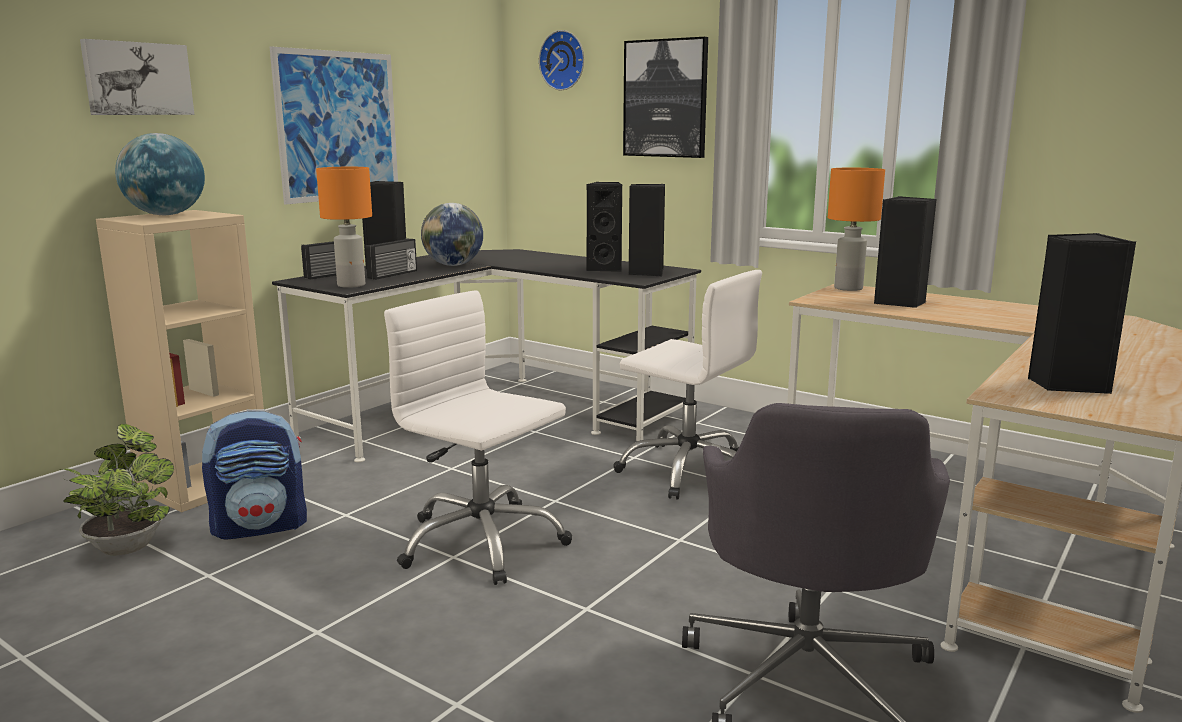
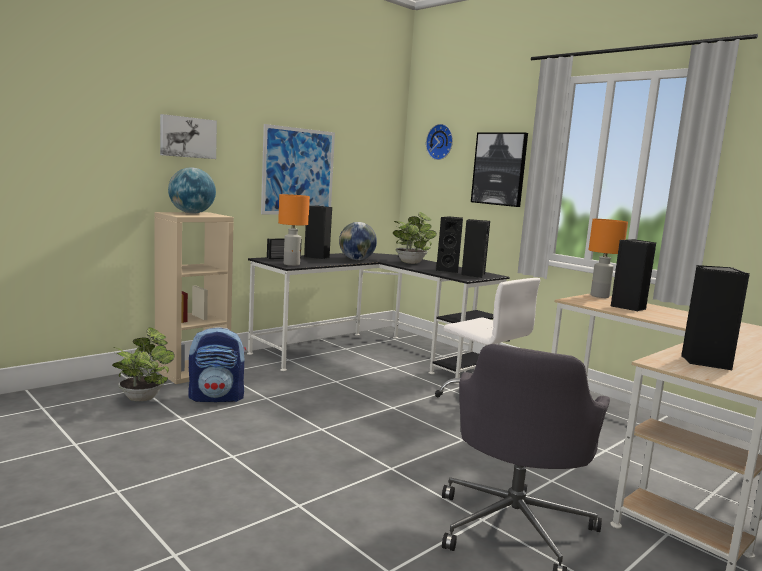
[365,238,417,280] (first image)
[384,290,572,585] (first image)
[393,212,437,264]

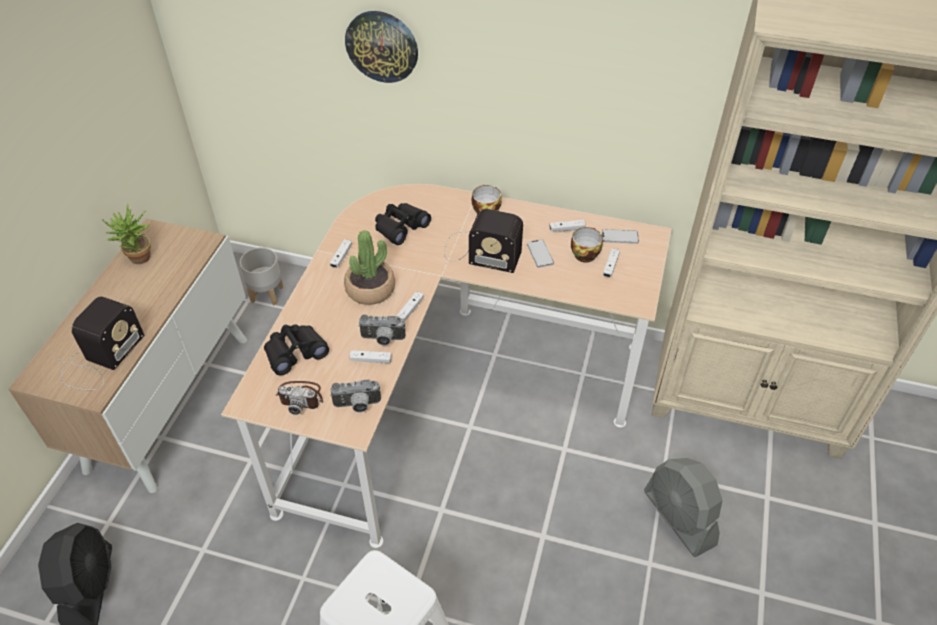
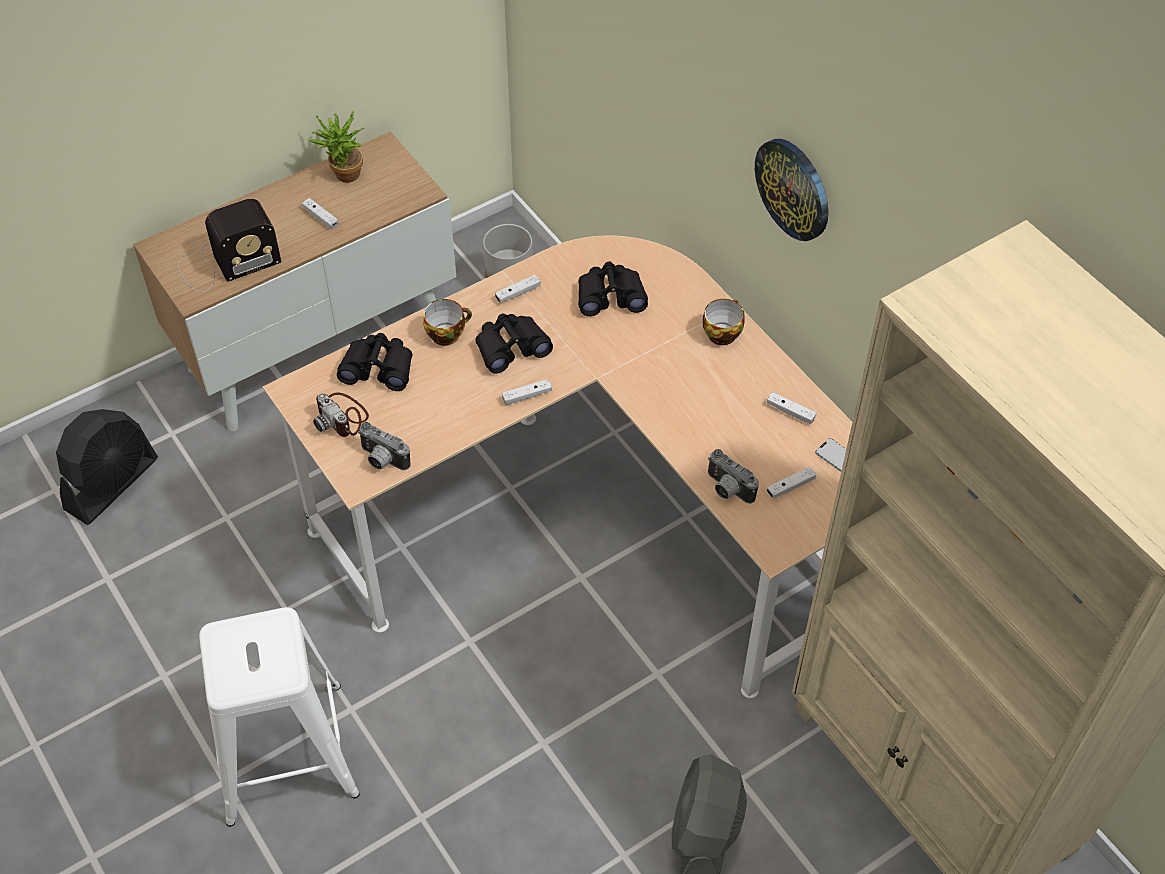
[475,313,553,374]
[755,139,828,241]
[302,198,338,229]
[708,449,759,504]
[444,209,523,273] (first image)
[527,239,554,268] (first image)
[423,299,472,346]

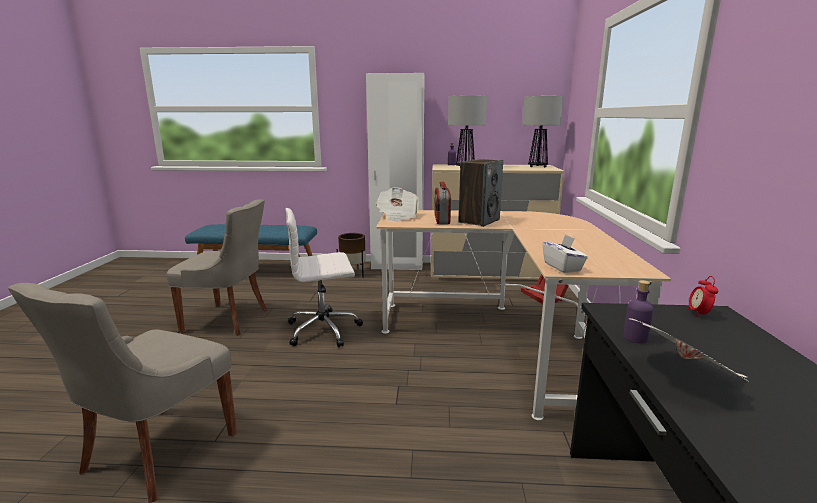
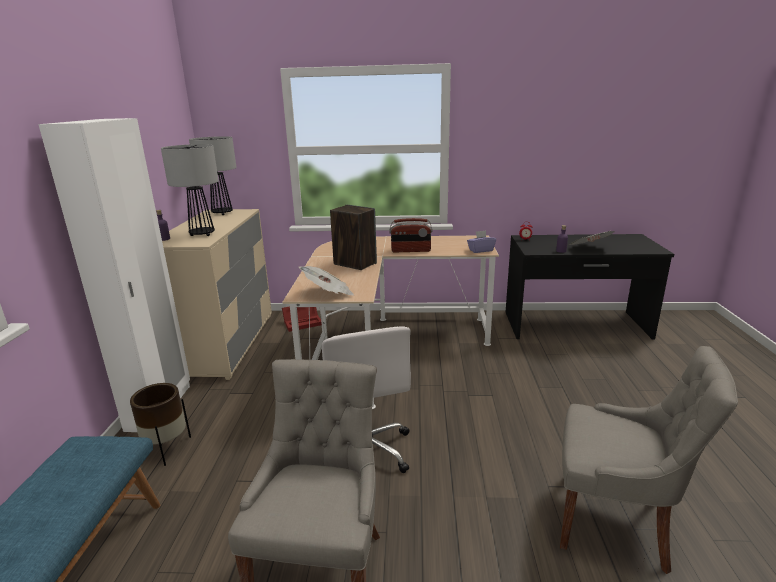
[390,218,432,252]
[467,230,496,253]

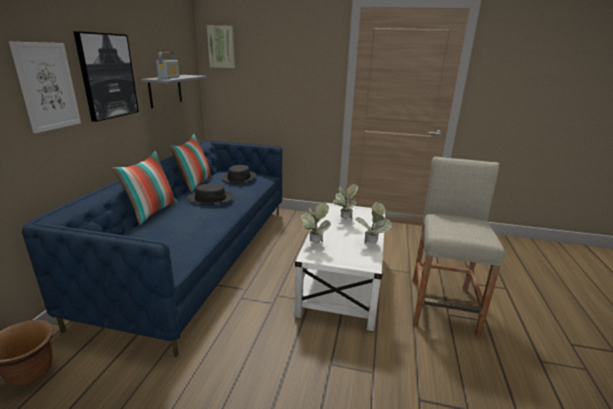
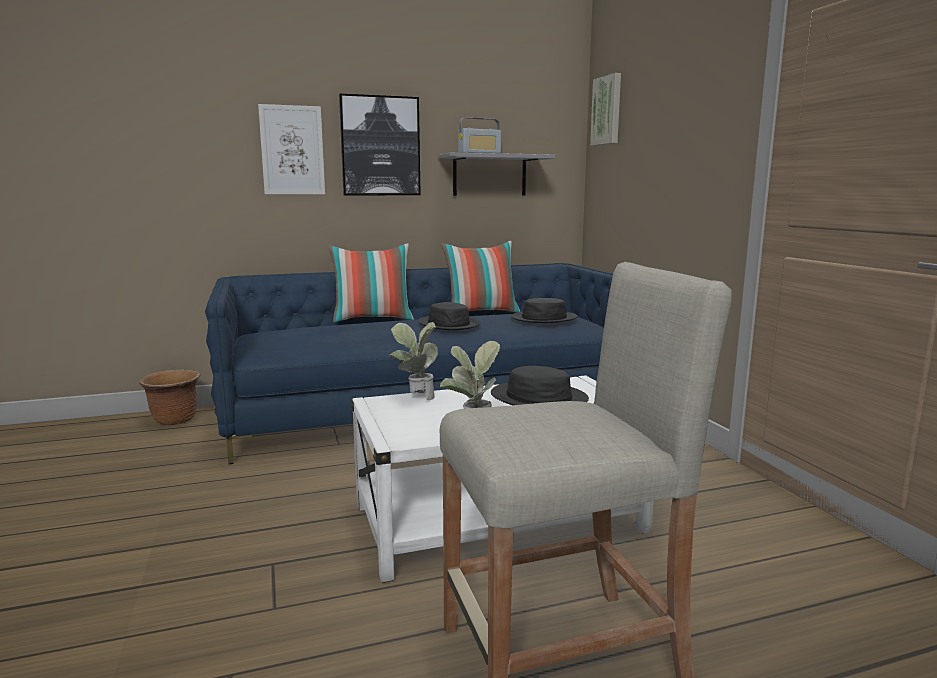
[491,366,589,405]

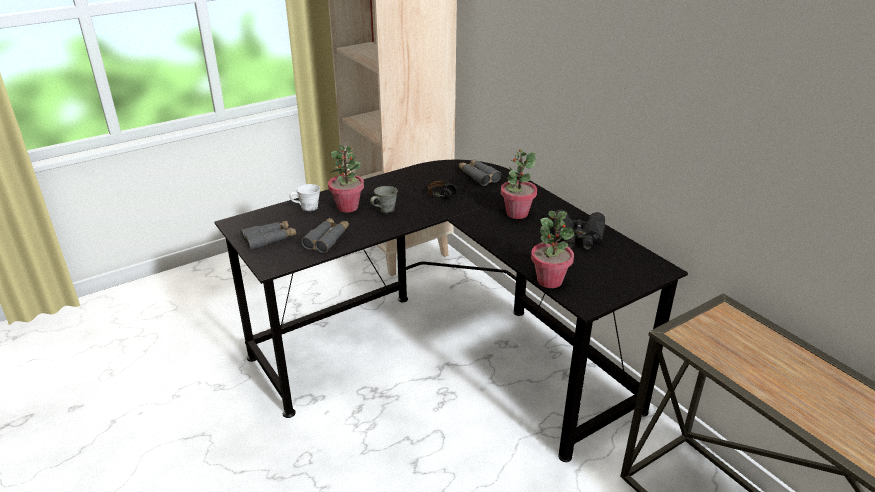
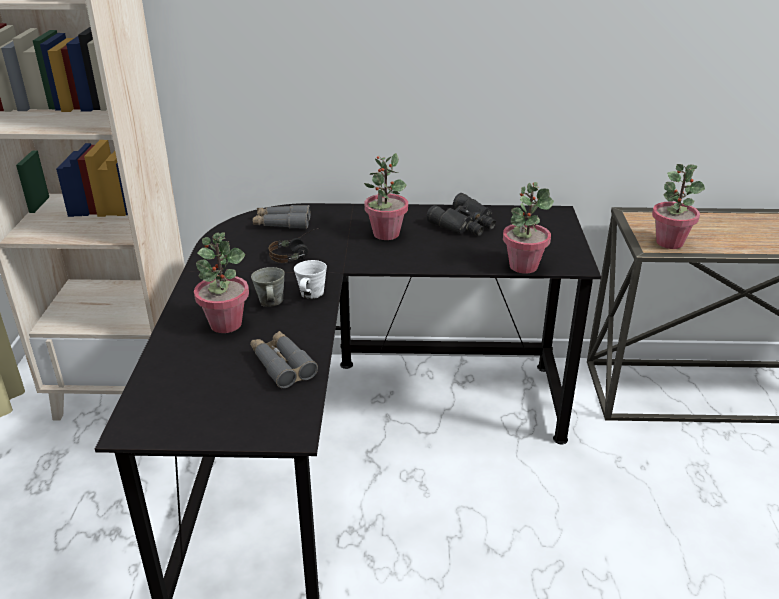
[241,220,296,251] (first image)
[294,260,327,299]
[652,164,705,249]

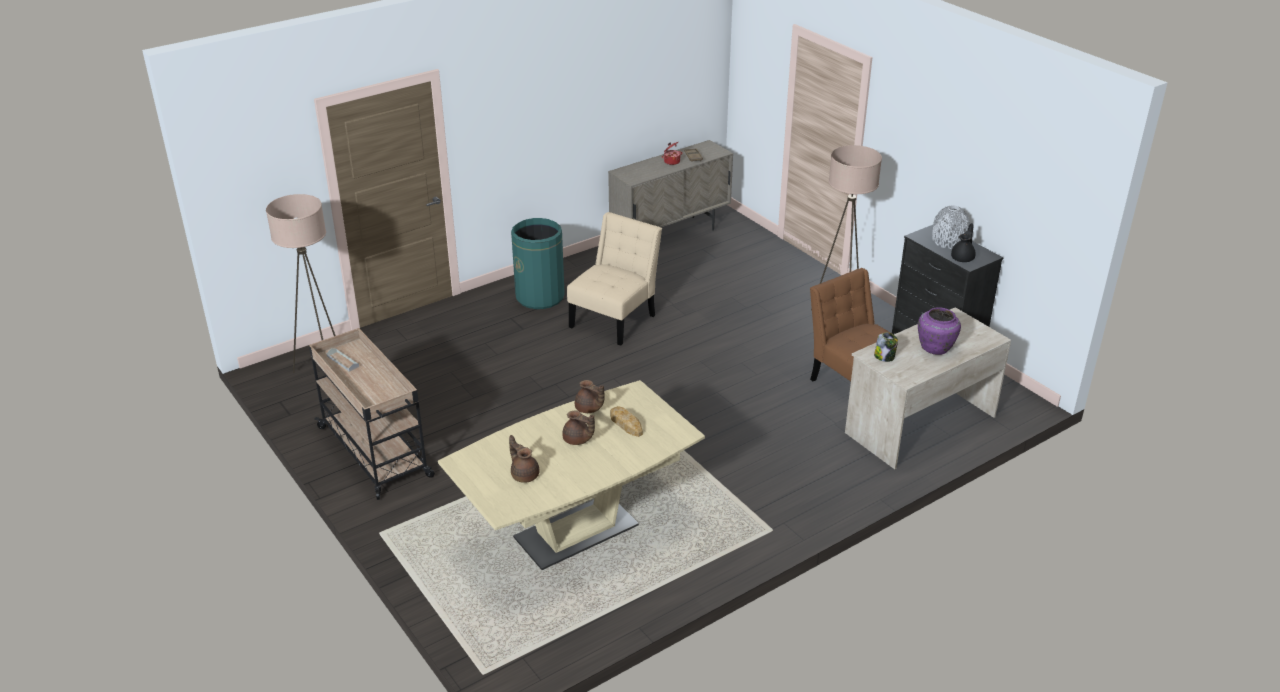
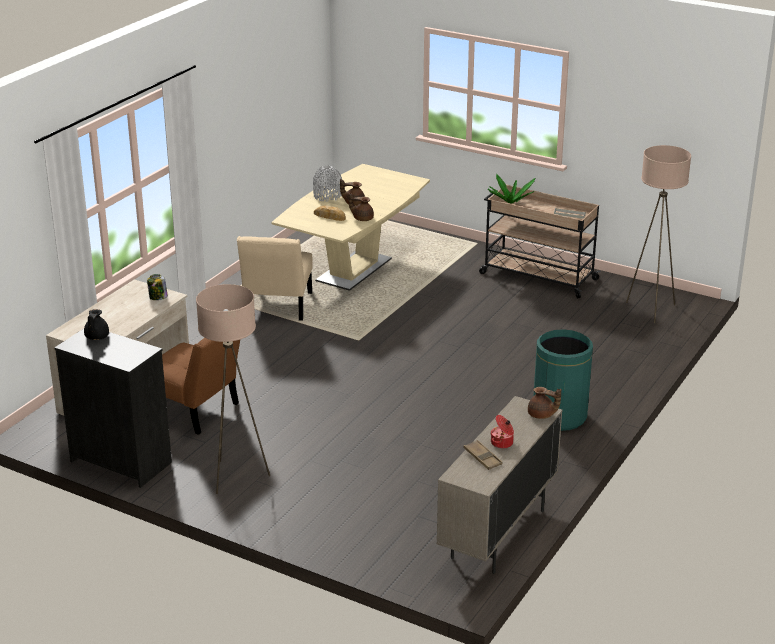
[528,387,561,419]
[237,236,313,321]
[918,307,961,355] (first image)
[313,165,342,202]
[488,174,535,204]

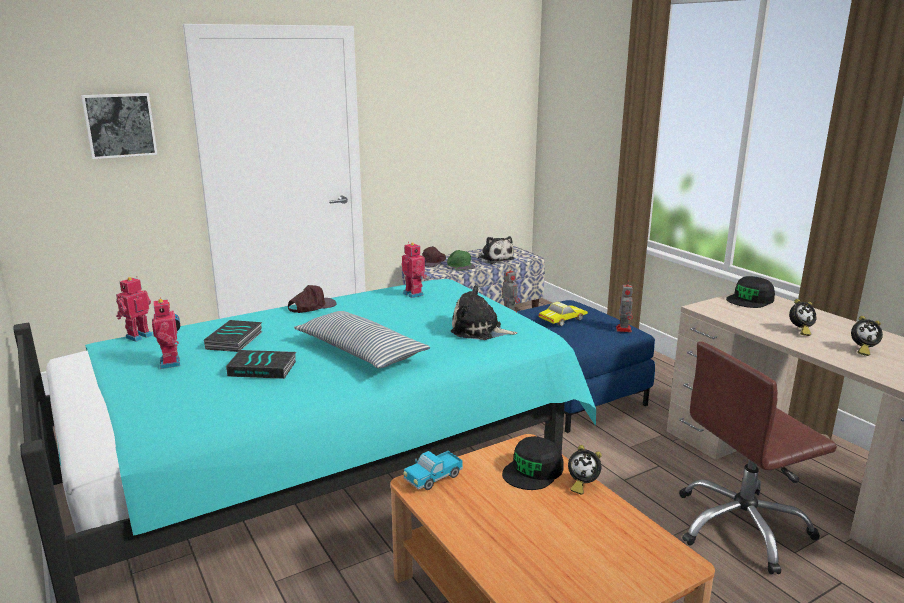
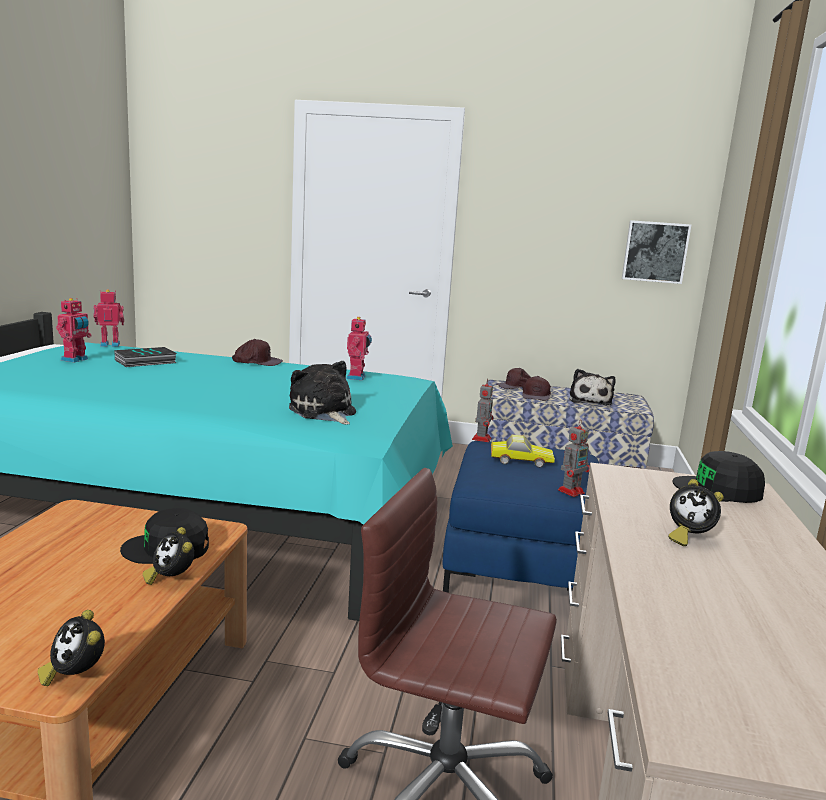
[622,220,691,284]
[226,350,296,379] (first image)
[294,311,430,368] (first image)
[403,451,463,490] (first image)
[522,376,551,401]
[38,610,105,686]

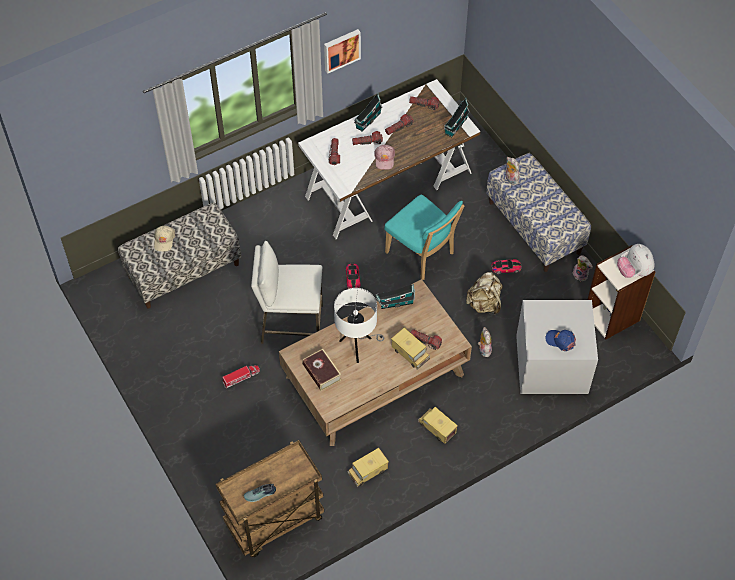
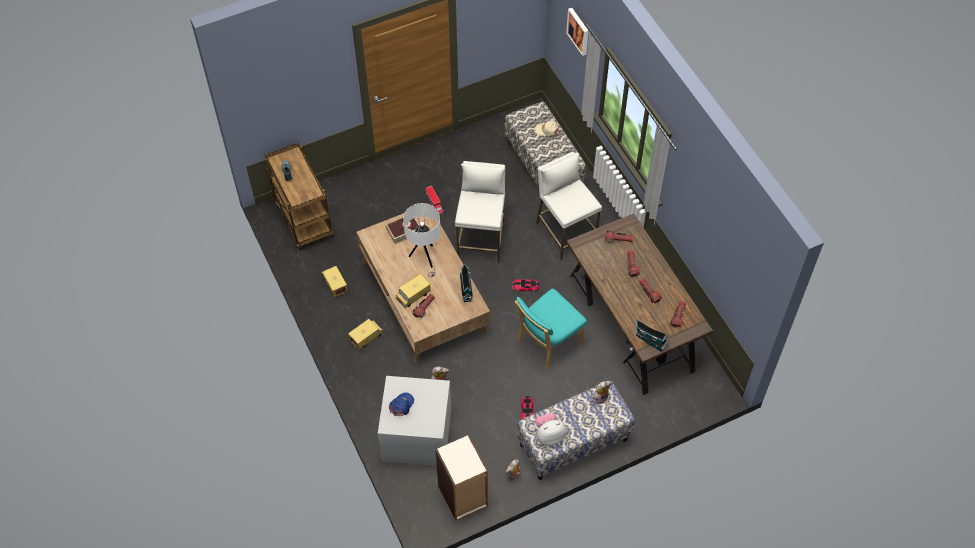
[567,213,713,395]
[566,8,589,56]
[354,93,383,131] (first image)
[374,145,395,170] (first image)
[466,272,503,315] (first image)
[535,413,566,446]
[536,152,602,260]

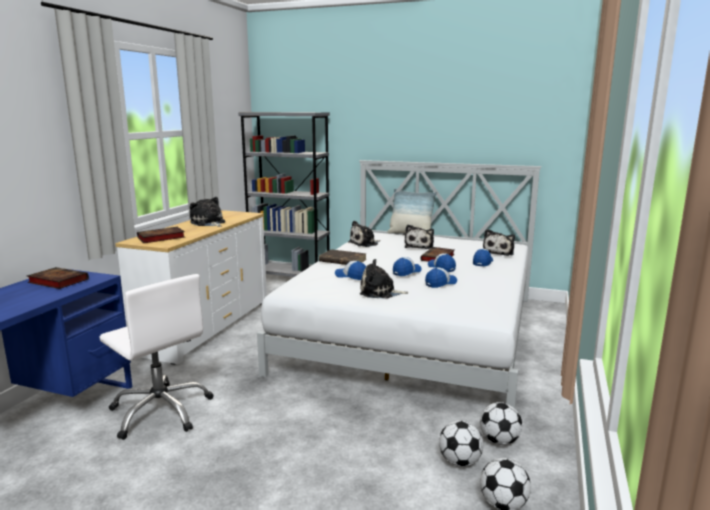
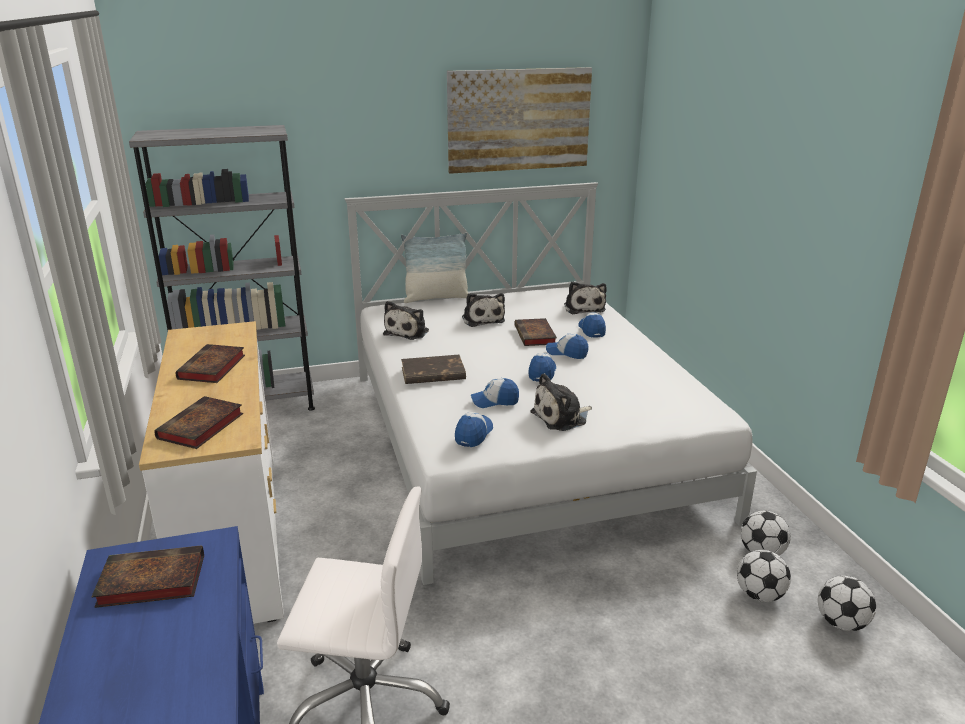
[175,344,245,383]
[455,412,493,447]
[447,67,592,174]

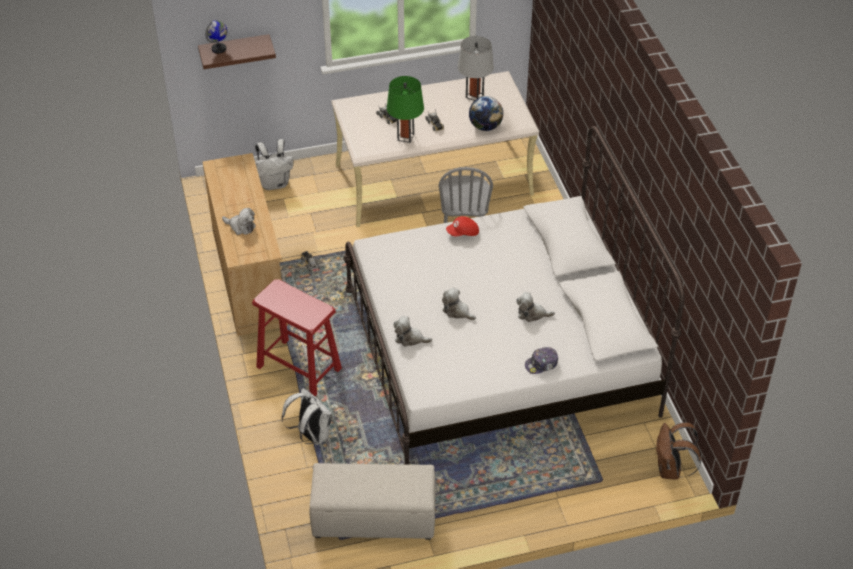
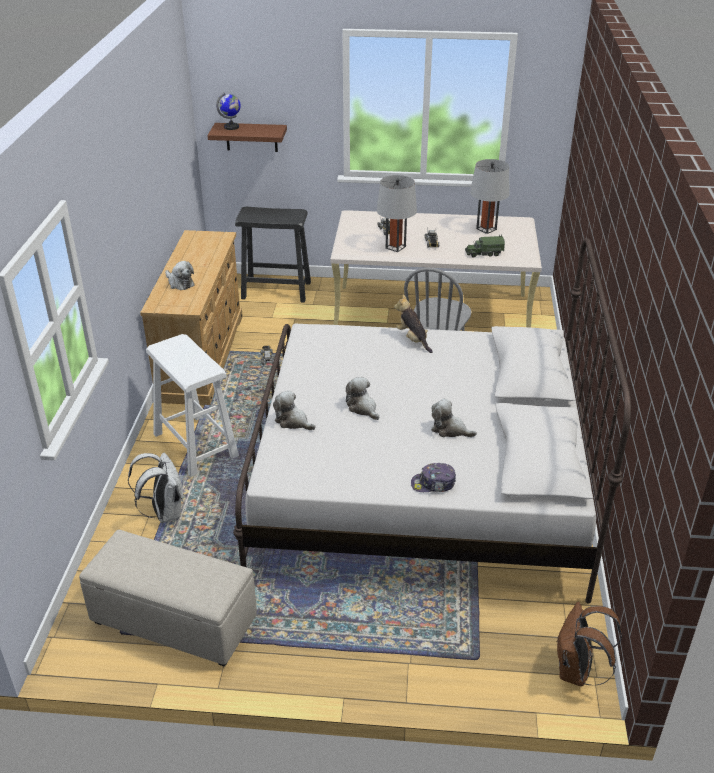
[146,334,239,477]
[235,207,311,303]
[376,175,417,252]
[394,295,433,353]
[465,234,505,257]

